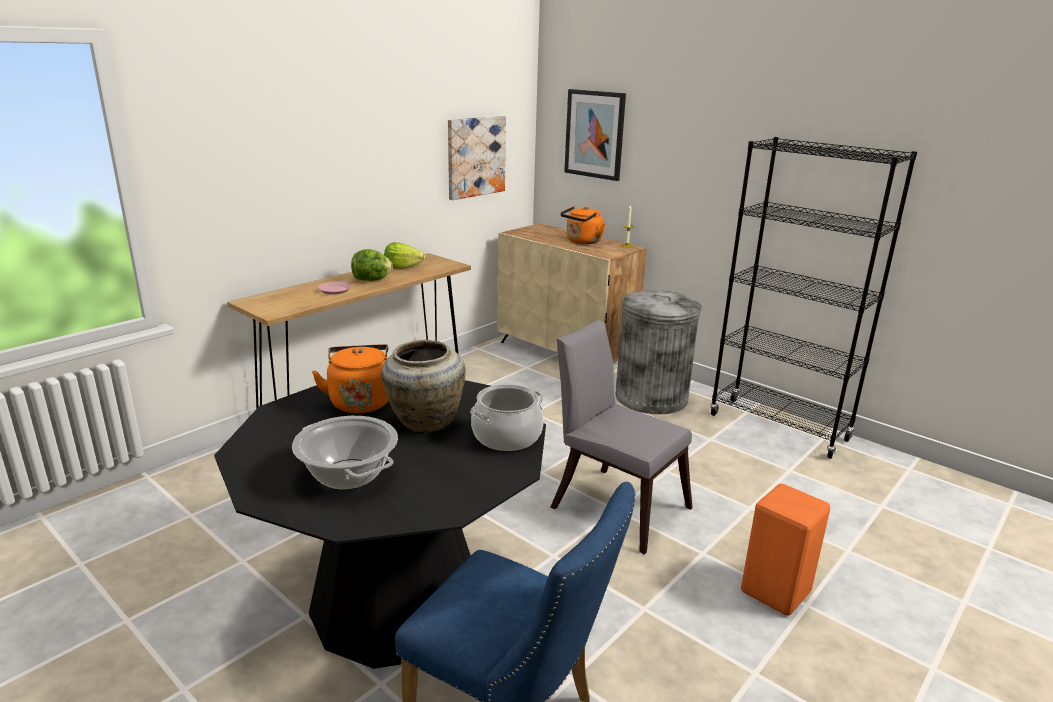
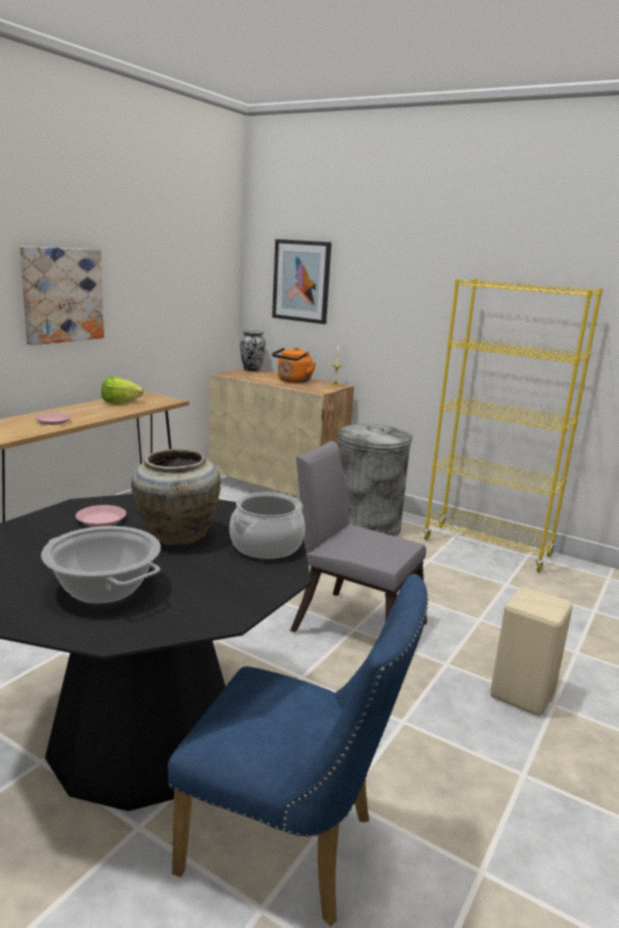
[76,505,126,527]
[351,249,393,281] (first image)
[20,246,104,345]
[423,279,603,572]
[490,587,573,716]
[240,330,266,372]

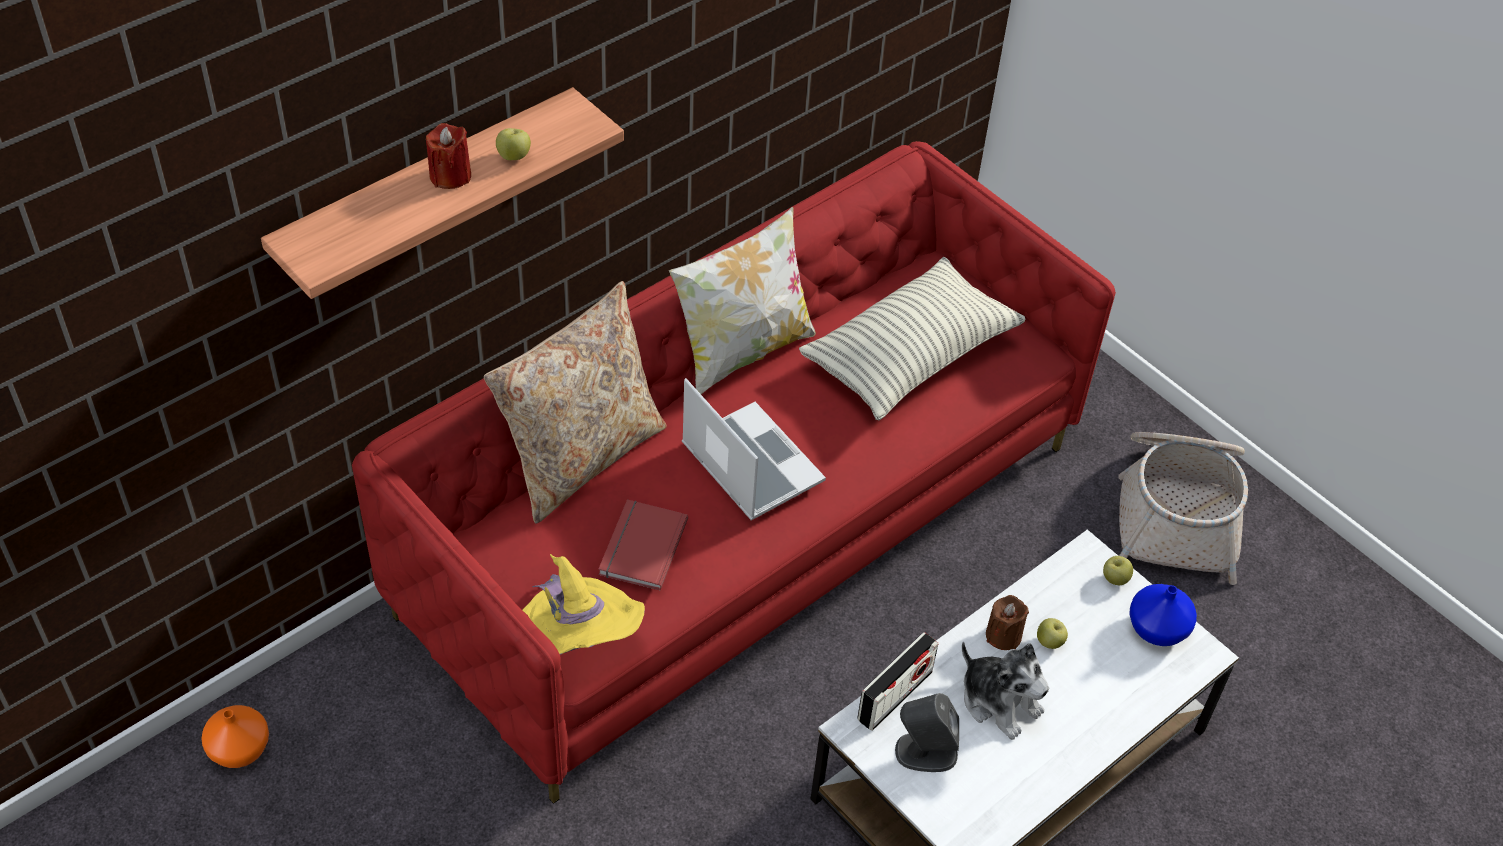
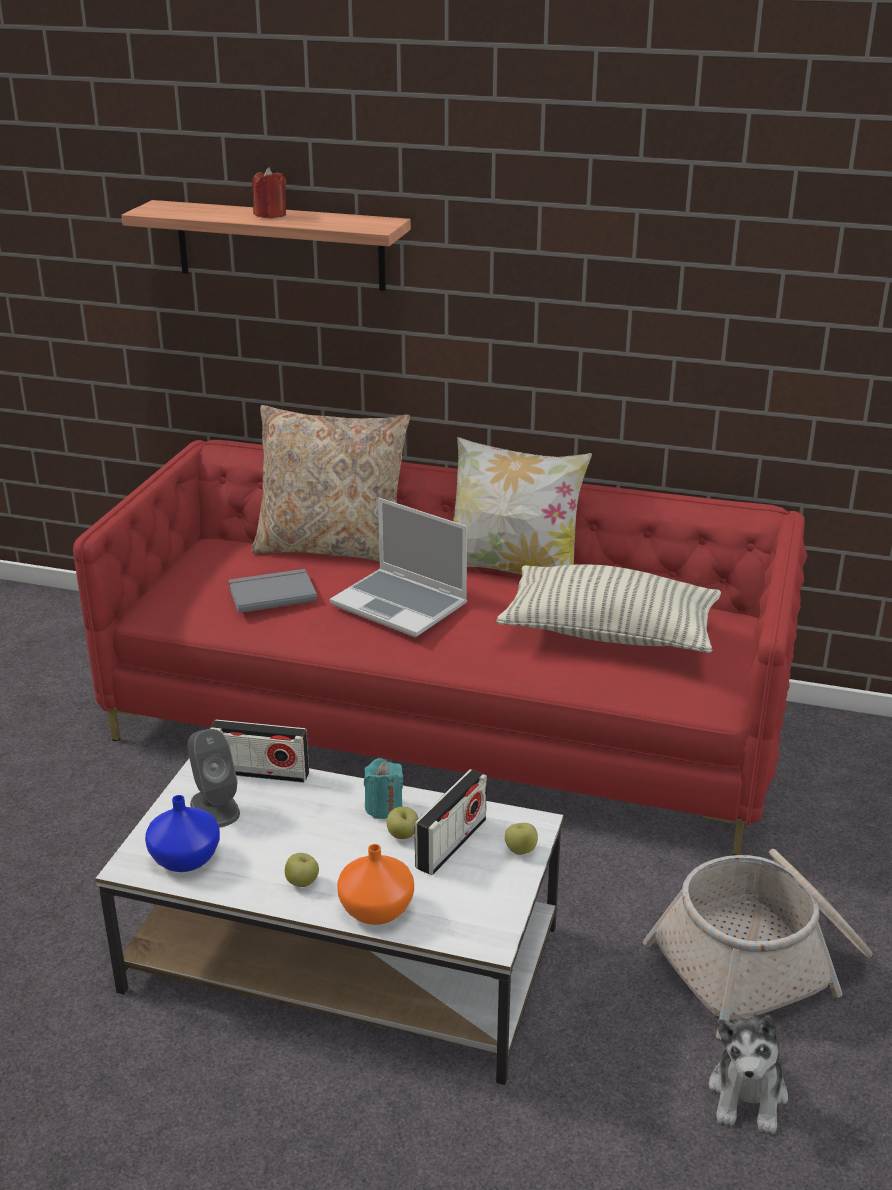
[337,844,414,925]
[285,853,319,887]
[523,554,645,654] (first image)
[228,569,317,613]
[330,498,467,637]
[709,1011,788,1134]
[364,759,403,819]
[145,795,220,872]
[415,769,487,875]

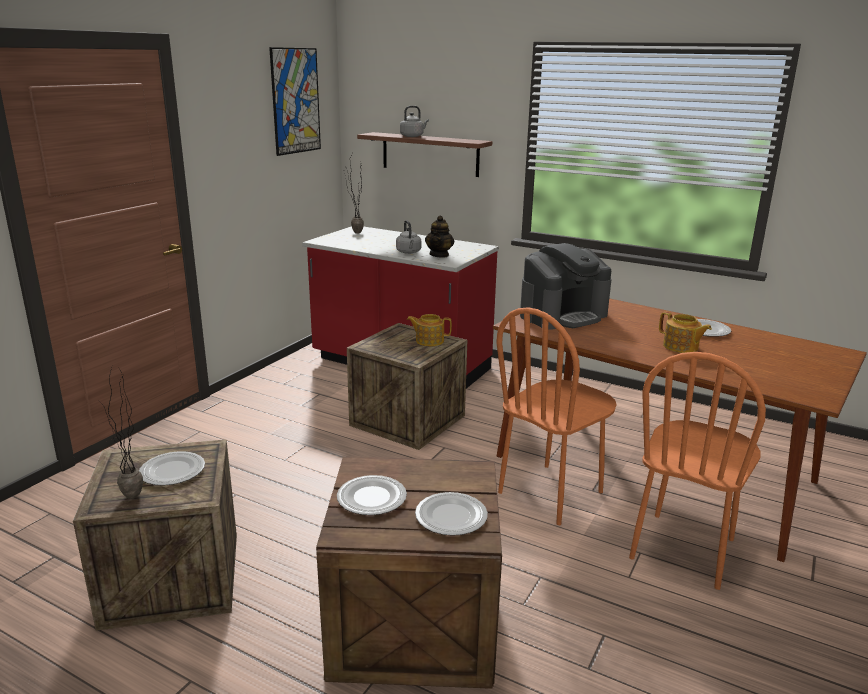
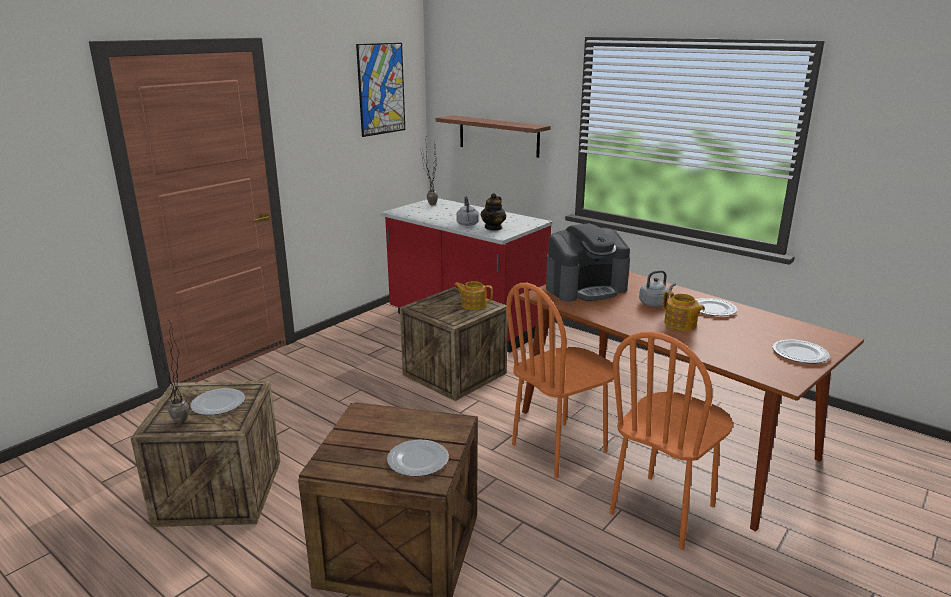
[772,339,830,363]
[639,270,676,307]

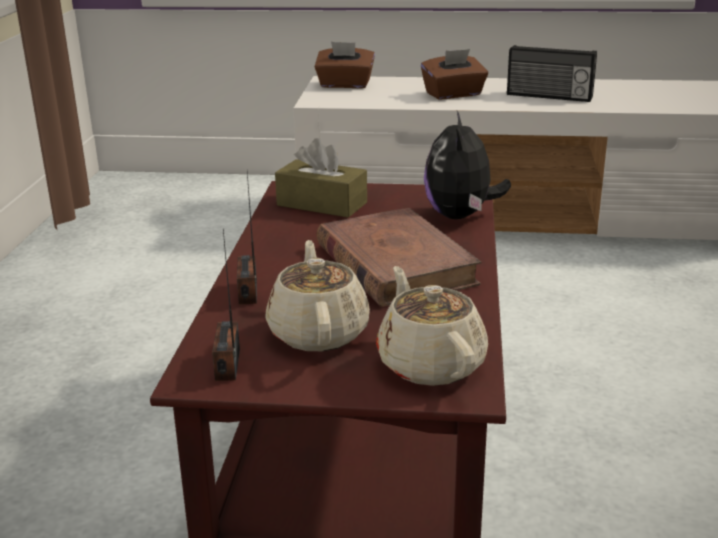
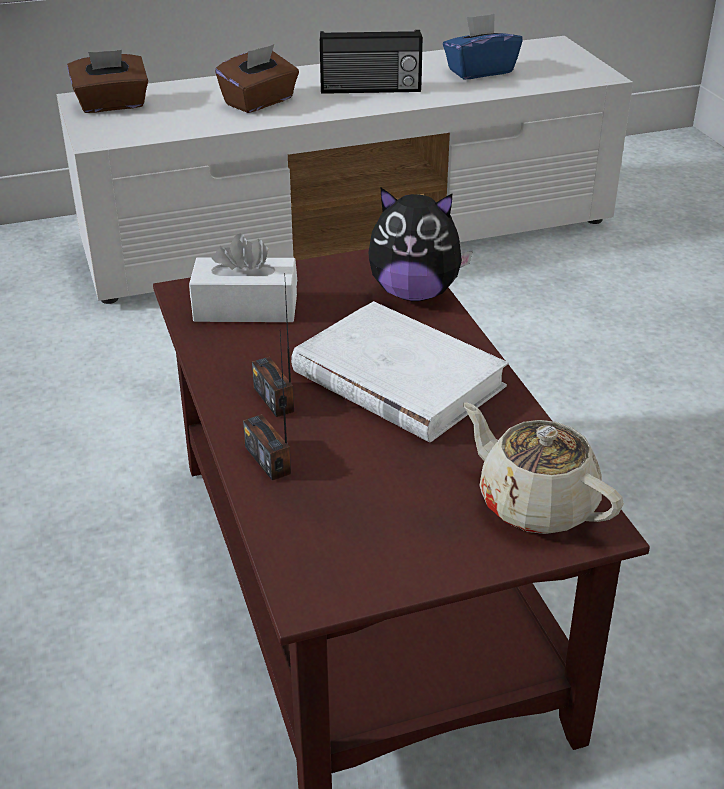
[252,284,294,417]
[265,240,370,351] (first image)
[189,234,297,322]
[291,301,509,443]
[368,188,473,301]
[443,14,523,79]

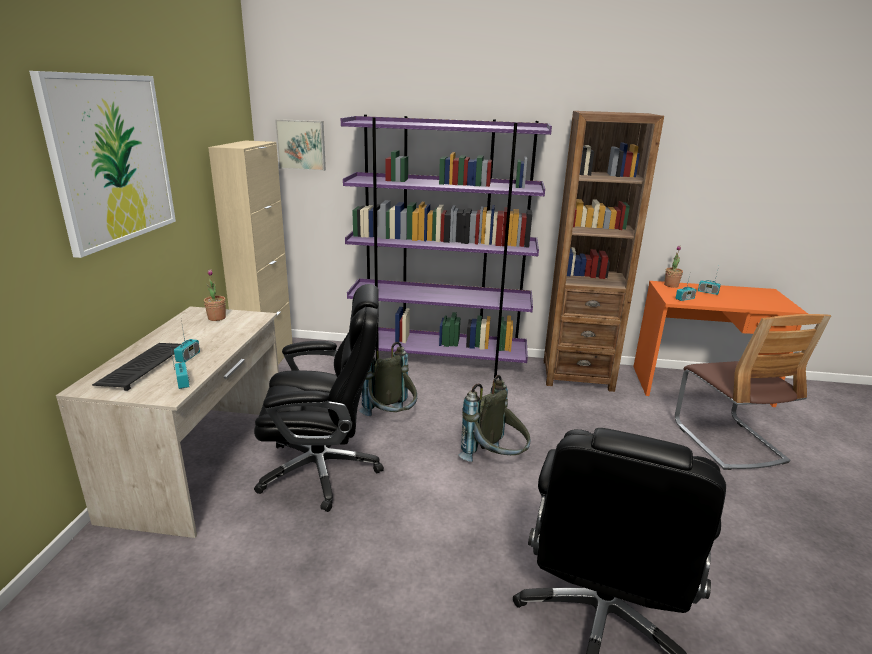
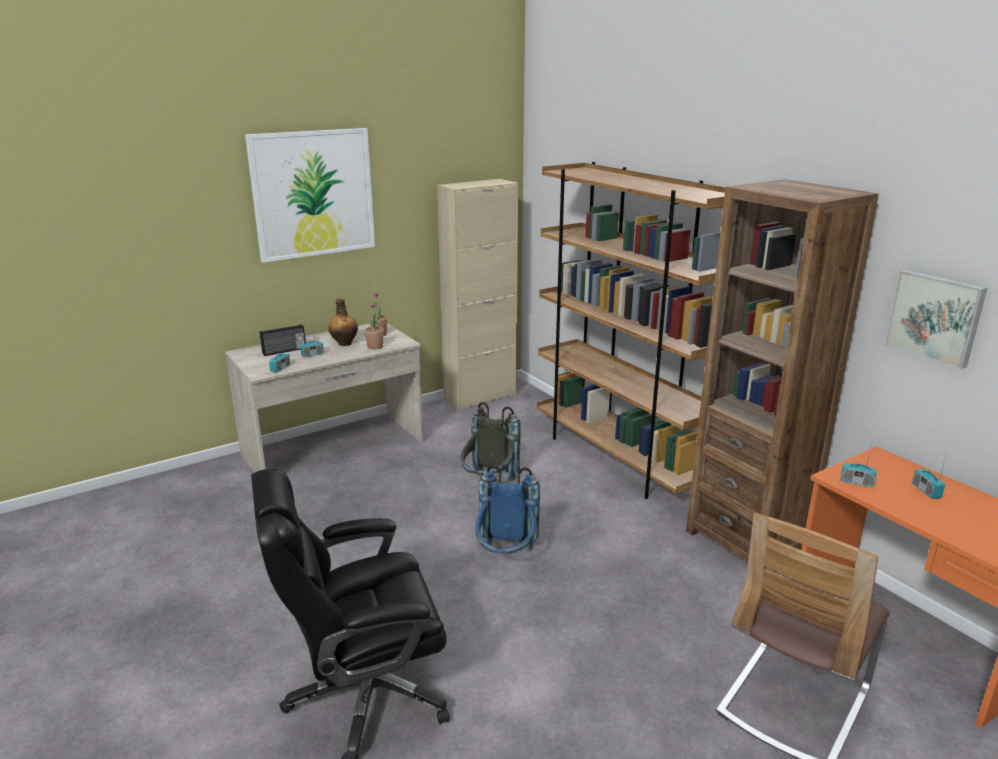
[260,324,306,356]
[254,284,384,512] (first image)
[884,269,987,369]
[537,162,725,499]
[475,465,540,554]
[365,302,384,350]
[328,298,358,346]

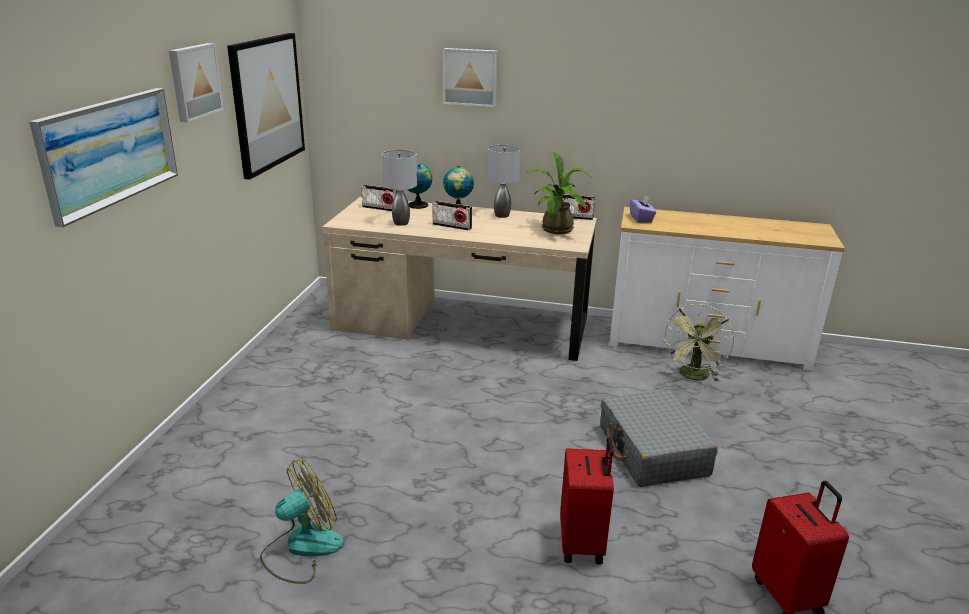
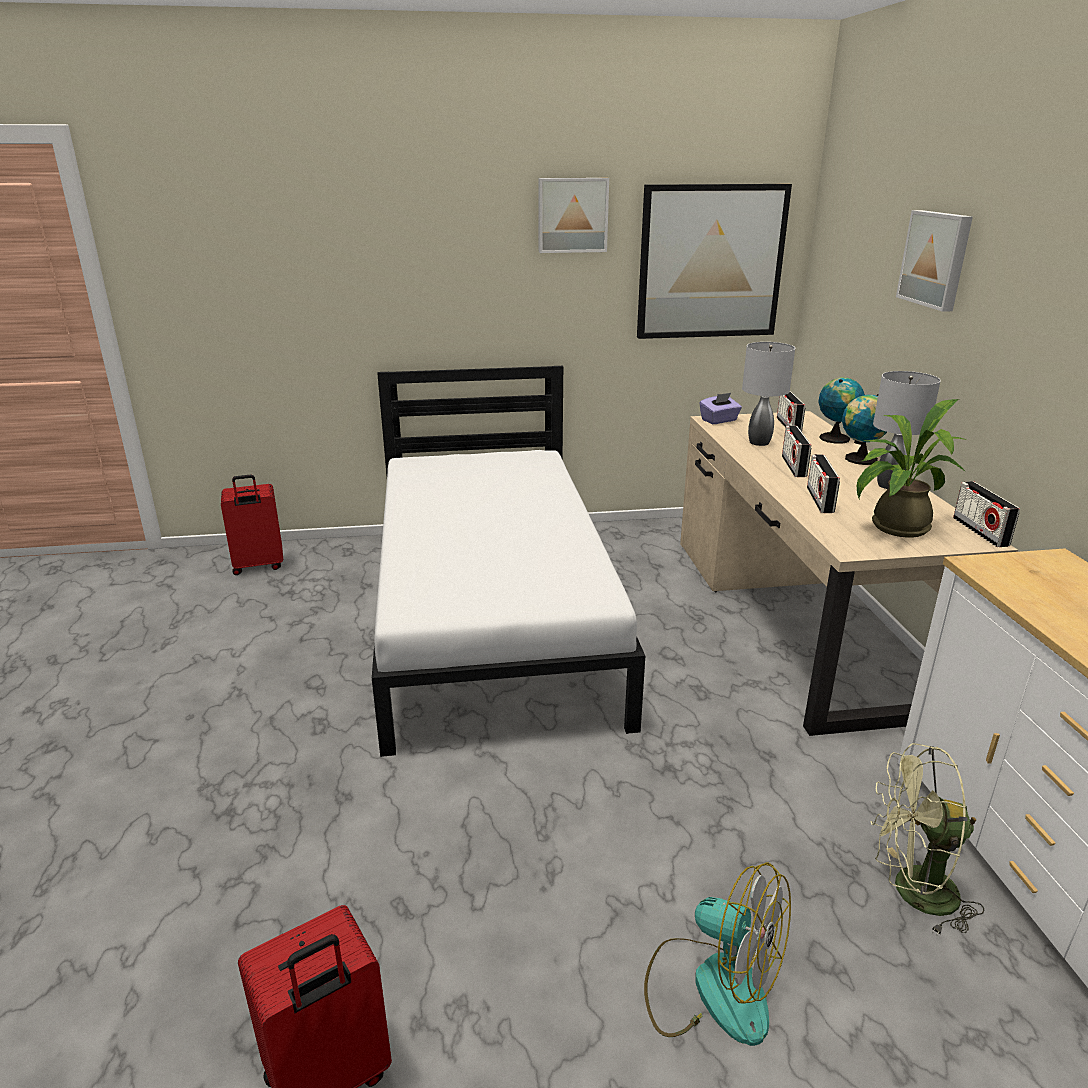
[29,88,178,227] (first image)
[644,862,791,1046]
[221,475,283,575]
[600,390,718,487] (first image)
[699,393,742,424]
[372,366,645,757]
[807,454,840,513]

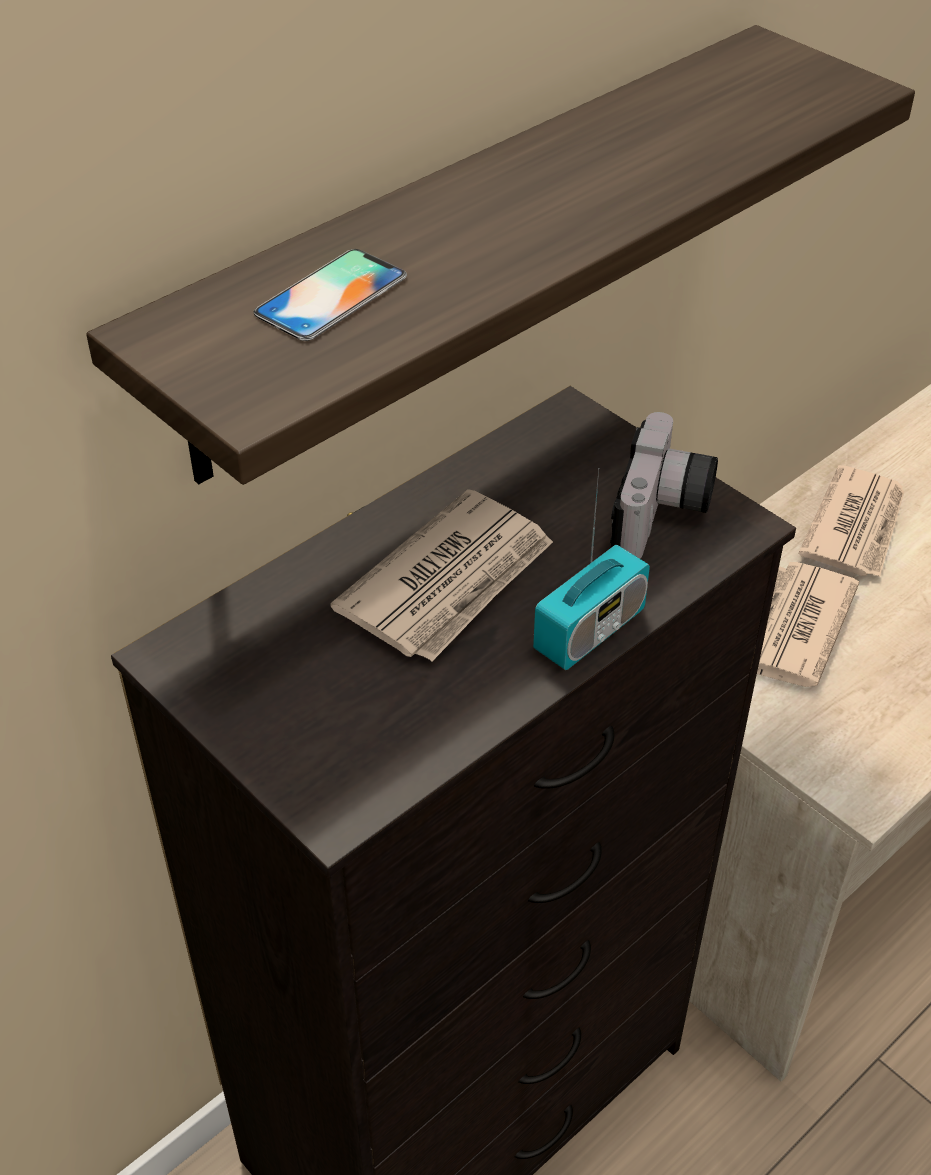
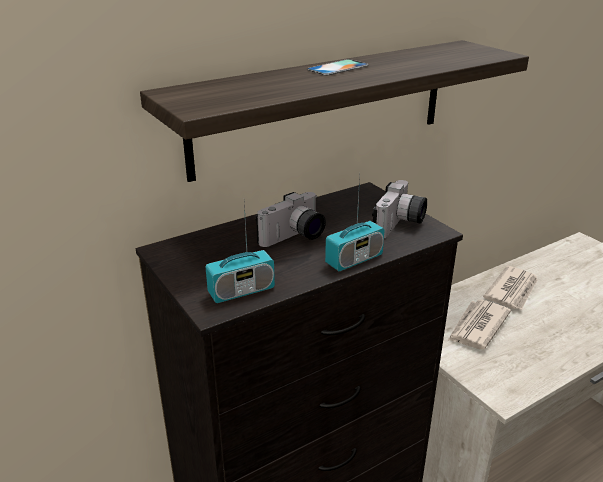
[307,59,368,76]
[256,192,326,247]
[205,203,275,303]

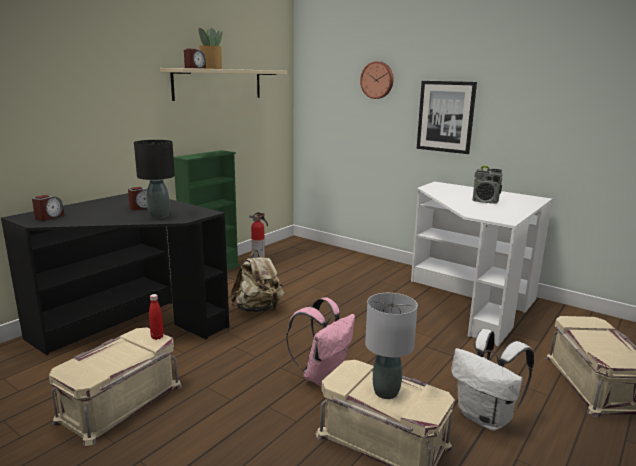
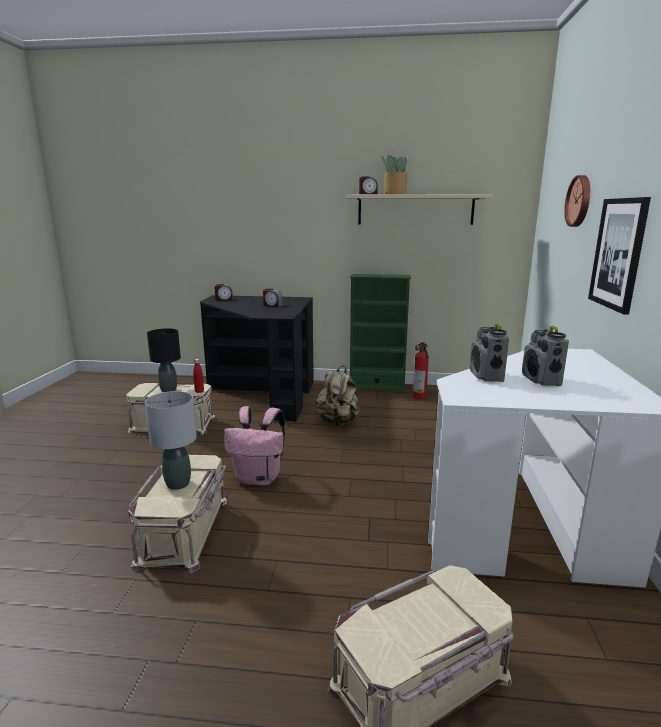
[147,328,181,392]
[451,329,534,431] (first image)
[470,323,509,382]

